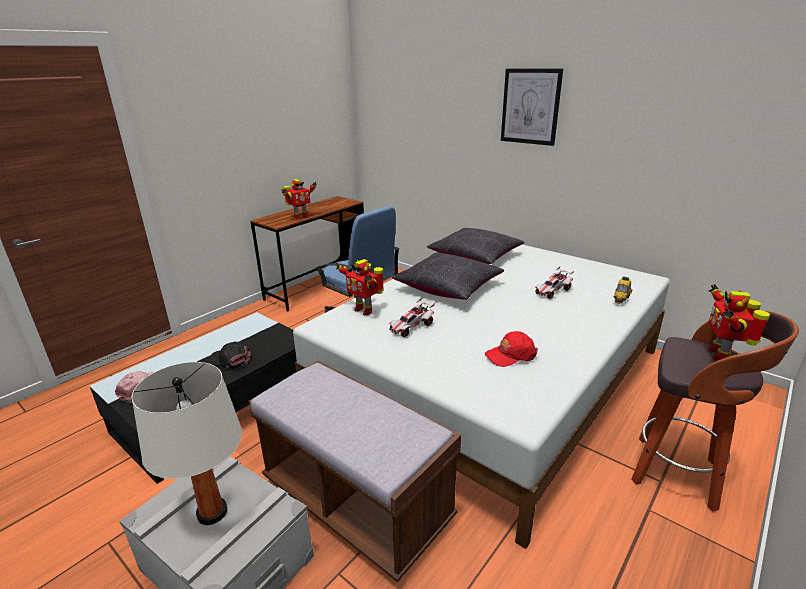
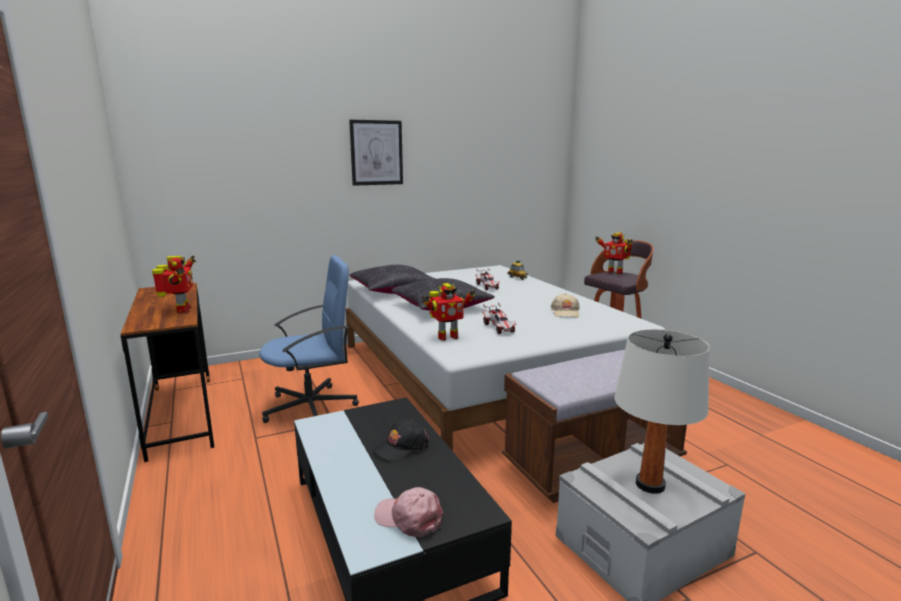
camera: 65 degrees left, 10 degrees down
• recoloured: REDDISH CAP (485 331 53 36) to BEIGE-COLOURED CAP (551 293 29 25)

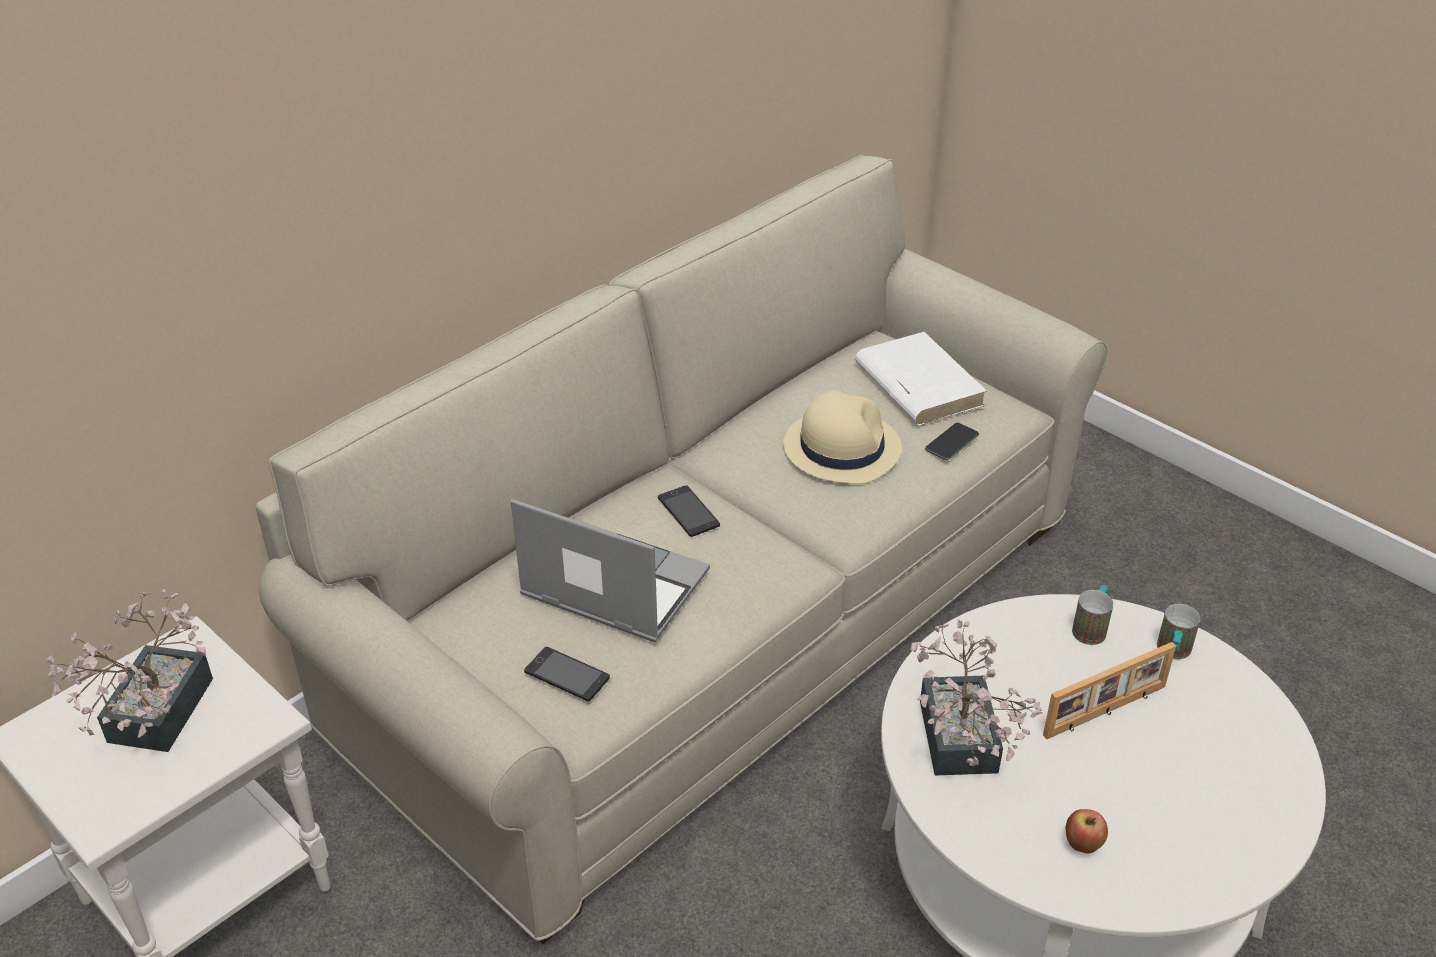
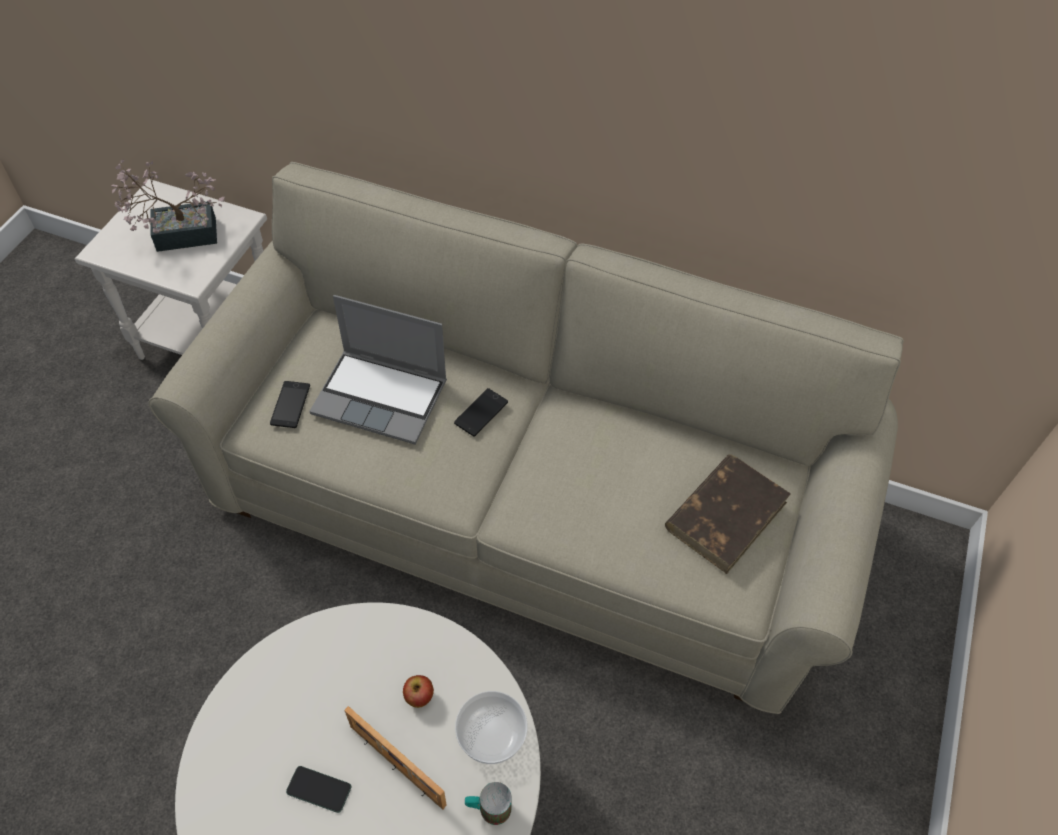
camera: 65 degrees right, 15 degrees up
• recoloured: WHITISH BOUND BOOK (855 332 132 94) to BROWNISH BOUND BOOK (665 454 126 120)
• removed: BEIGE-COLOURED WEARABLE HAT (783 391 119 93)
• moved: TELEPHONE (925 423 54 37) to (286 766 65 47)
• turned: PORTABLE COMPUTER (511 499 199 143) = (309 295 138 149) 105 degrees clockwise
• replaced: TEA MUG (1072 585 41 60) to DEEP DISH (455 691 73 73)
• removed: PLANT IN A POT (910 619 132 156)
• moved: APPLE FRUIT (1066 809 42 44) to (403 675 31 33)

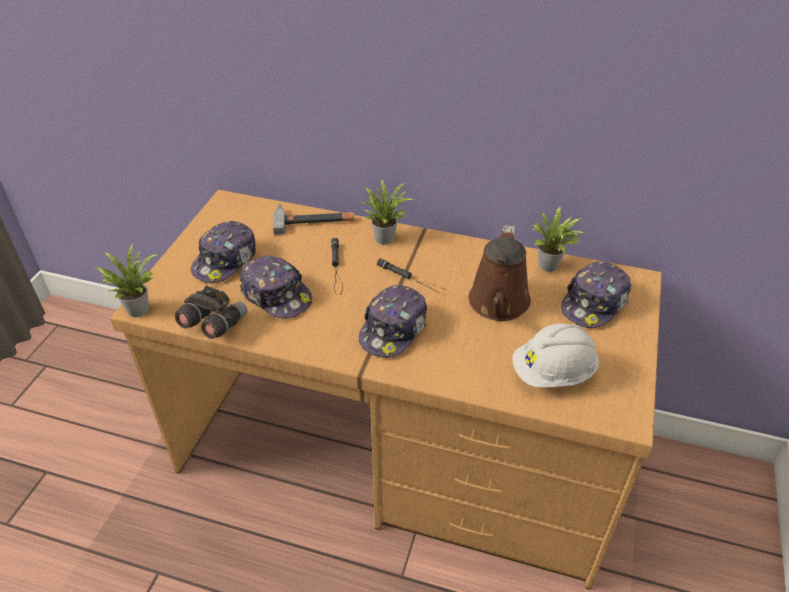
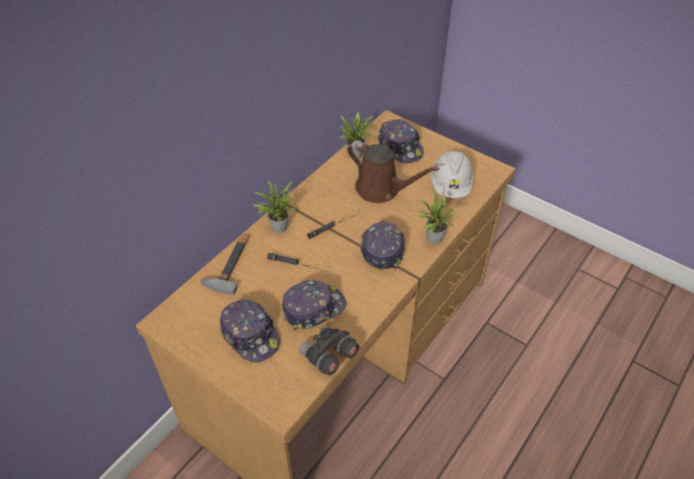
camera: 70 degrees left, 5 degrees up
• moved: PLANT IN A POT (96 243 61 74) to (416 188 42 56)
• turned: CAP (359 285 68 73) = (361 221 44 49) 135 degrees counterclockwise

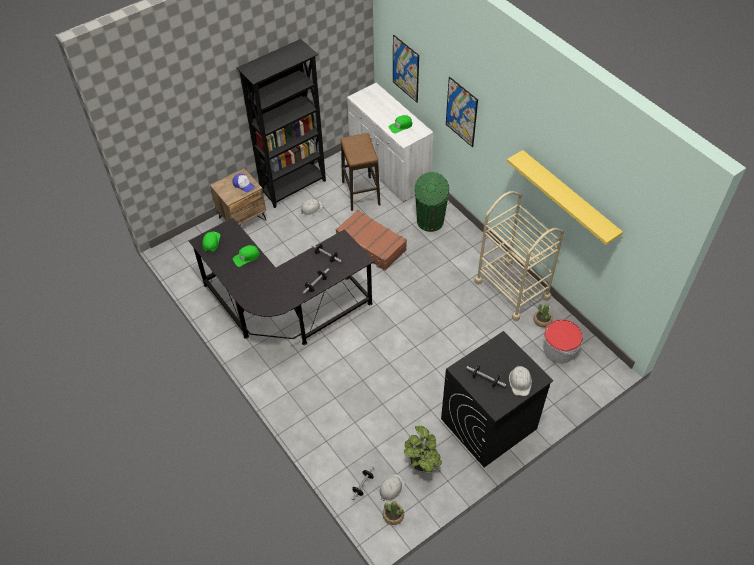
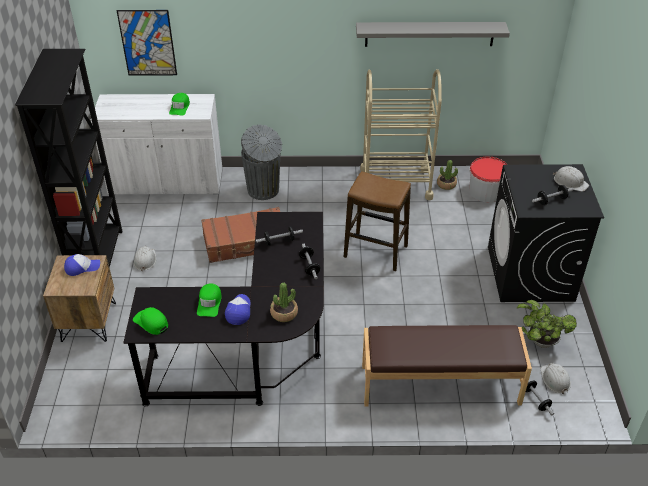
camera: 55 degrees left, 10 degrees down
• removed: WALL ART (446 77 32 70)
• moved: STOOL (341 133 39 78) to (344 171 67 100)
• recoloured: YELLOW BRACKET SHELF (507 150 116 95) to GRAY BRACKET SHELF (356 22 154 25)
• recoloured: GREENISH TRASH CAN (414 172 35 60) to GRAY TRASH CAN (241 125 41 75)
• moved: PLANT IN A POT (383 501 21 24) to (270 283 28 39)
• added: CAP (225 294 26 31)
• added: BROWNISH BENCH (362 325 170 82)

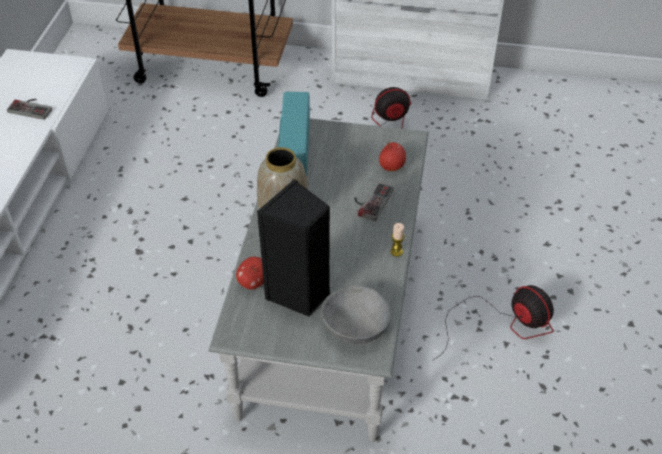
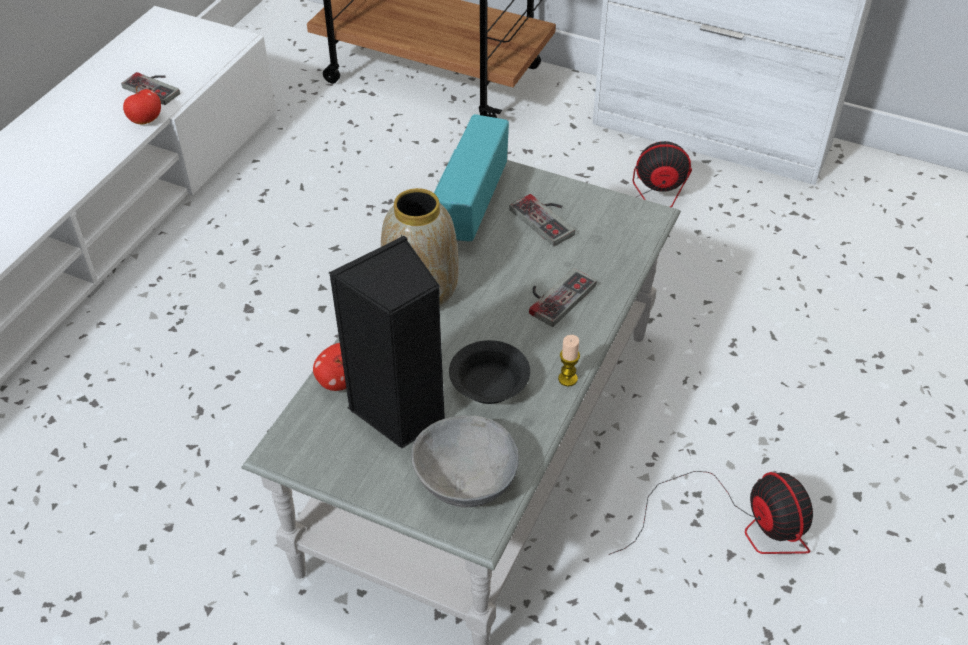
camera: 15 degrees right, 0 degrees up
• moved: APPLE FRUIT (379 142 27 29) to (123 86 38 38)
• added: JOYPAD (509 194 66 52)
• added: BLACK-COLOURED DEEP DISH (449 340 81 64)

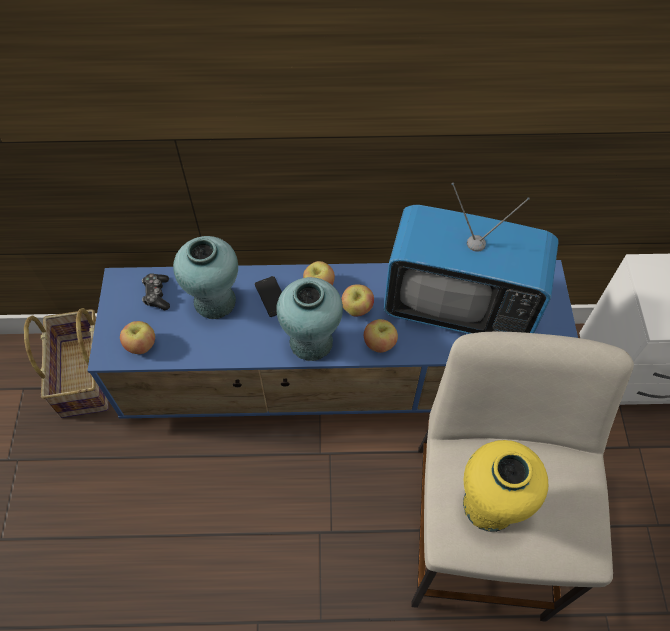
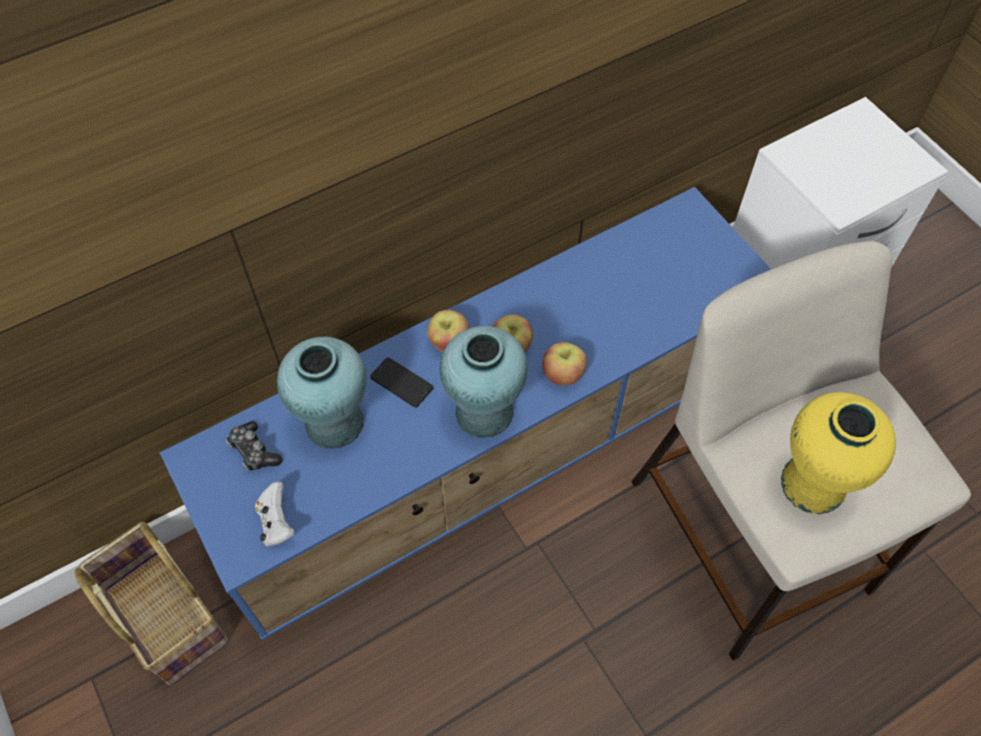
camera: 30 degrees left, 0 degrees up
• removed: TELEVISION (384 183 175 151)
• replaced: APPLE FRUIT (120 321 35 33) to WHITISH JOYPAD (255 482 40 65)

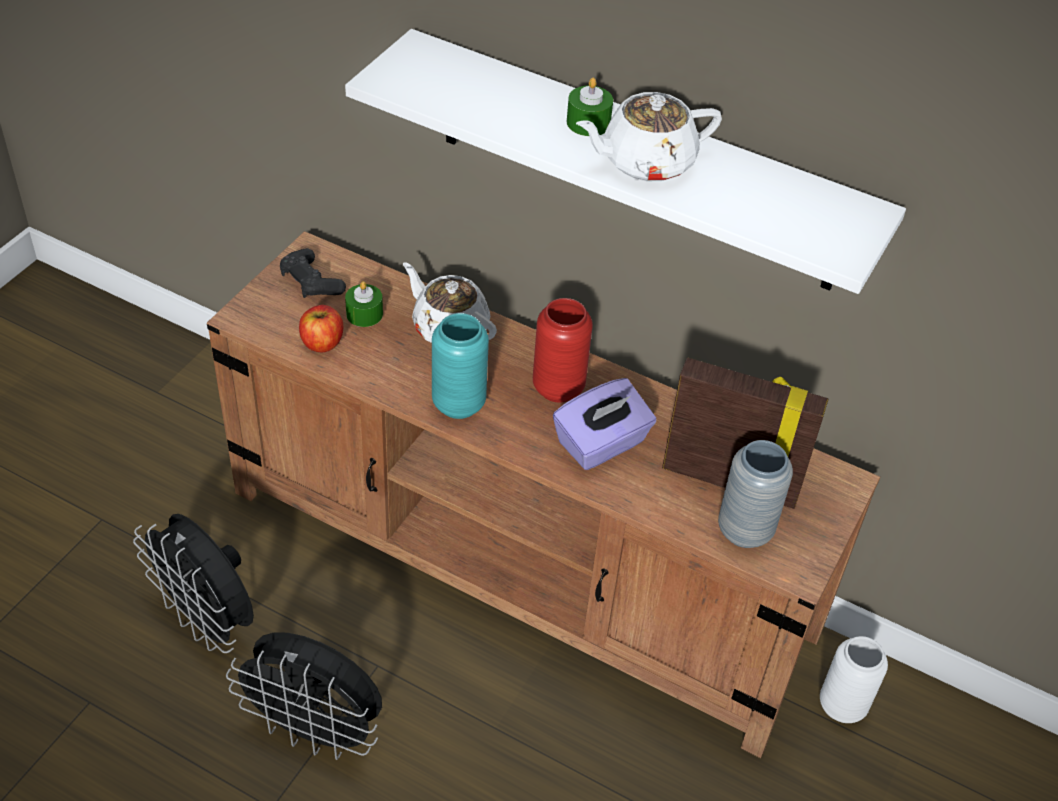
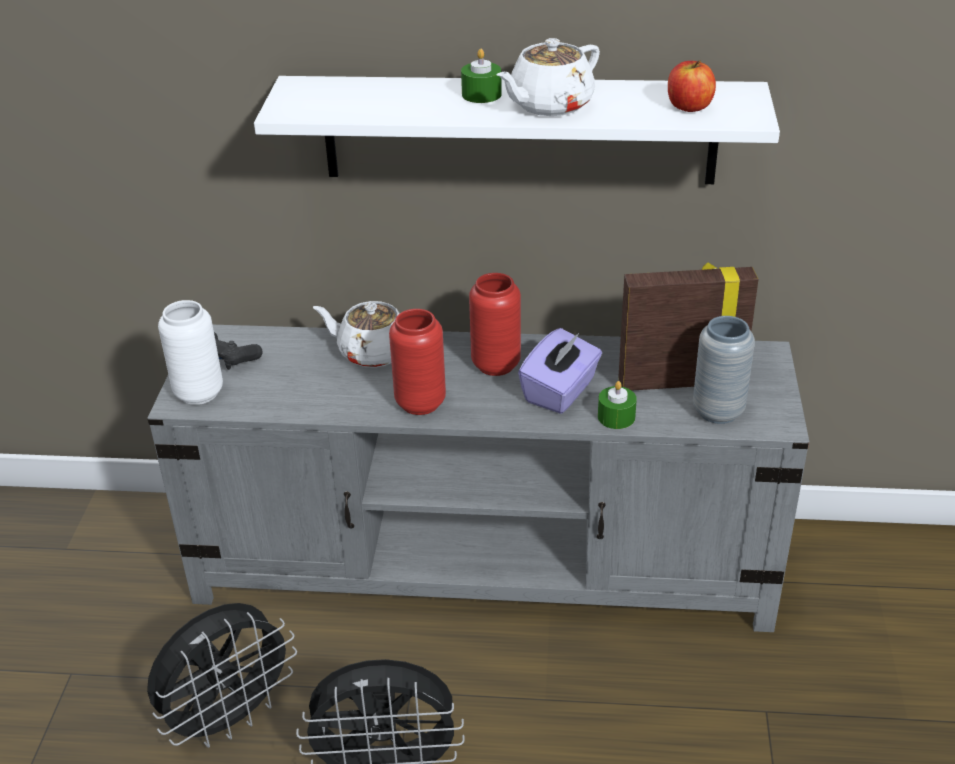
camera: 20 degrees left, 10 degrees down
• recoloured: BROWNISH TV STAND (207 231 673 527) to GRAY TV STAND (147 325 663 307)
• moved: GREENISH CANDLE (345 281 38 46) to (598 381 39 48)
• moved: APPLE FRUIT (299 305 44 47) to (668 60 48 52)
• recoloured: BLUE-GREEN DECORATIVE VASE (432 313 57 106) to REDDISH DECORATIVE VASE (389 309 57 106)
• turned: BLACK-COLOURED ELECTRIC FAN (133 514 121 139) = (147 603 150 145) 60 degrees counterclockwise
• moved: WHITISH DECORATIVE VASE (820 636 68 87) to (158 300 65 105)

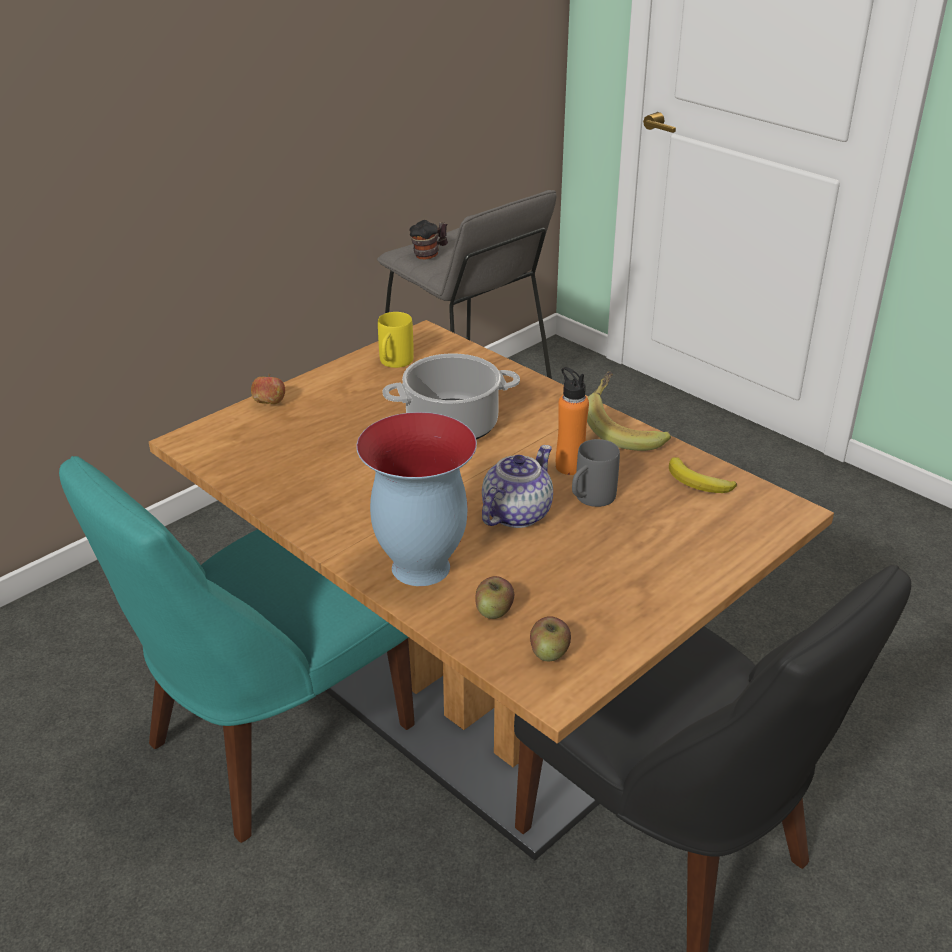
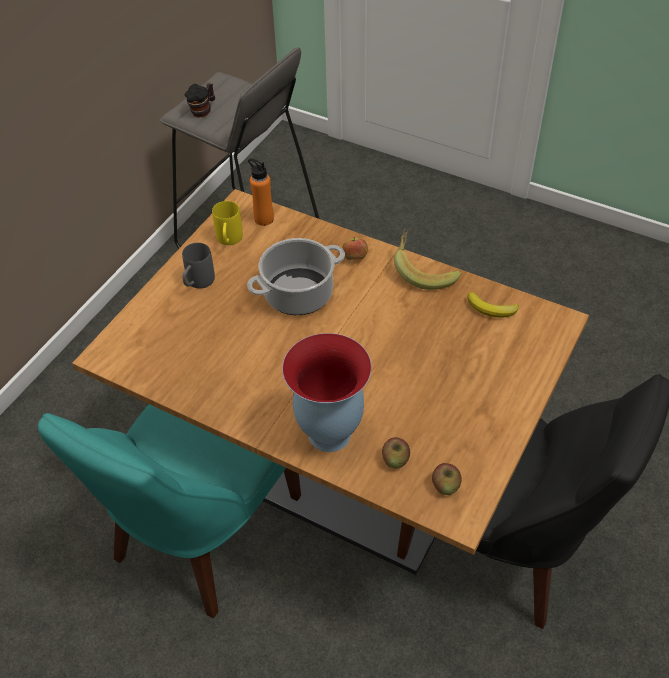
camera: 15 degrees left, 15 degrees up
• moved: ORANGE-COLOURED DRINK BOTTLE (556 367 33 108) to (248 158 26 68)
• moved: APPLE FRUIT (251 374 34 30) to (342 237 26 23)
• moved: GRAY TEA MUG (572 439 48 68) to (182 243 33 46)
• removed: POT FOR TEA (482 445 71 83)

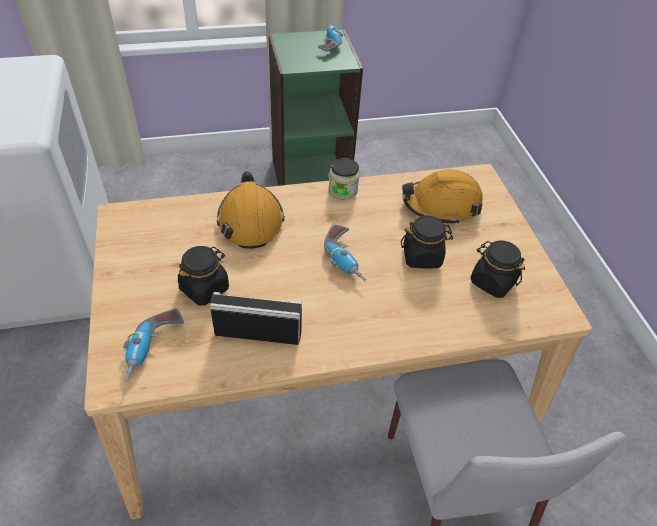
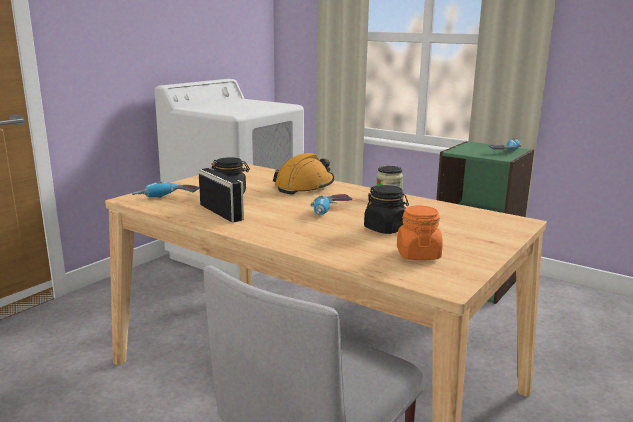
camera: 50 degrees right, 30 degrees down
• removed: ORANGE-COLOURED SAFETY HELMET (402 170 81 55)
• recoloured: BLACK-COLOURED JAR (471 240 54 58) to ORANGE-COLOURED JAR (397 205 46 55)

